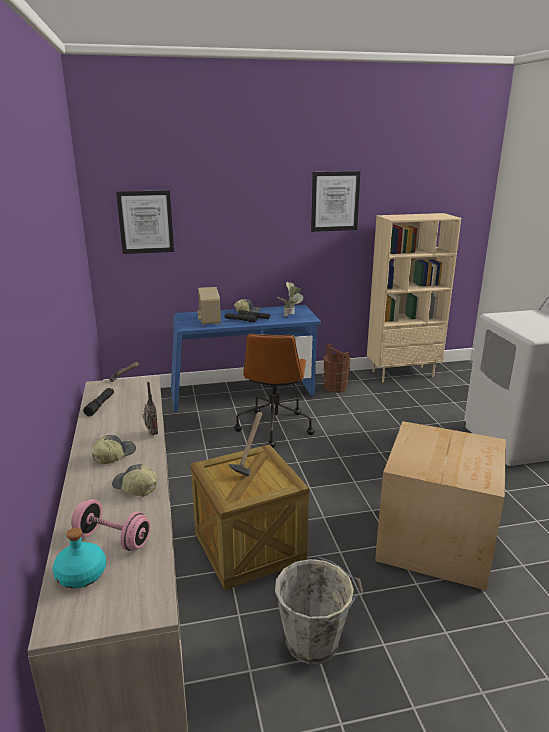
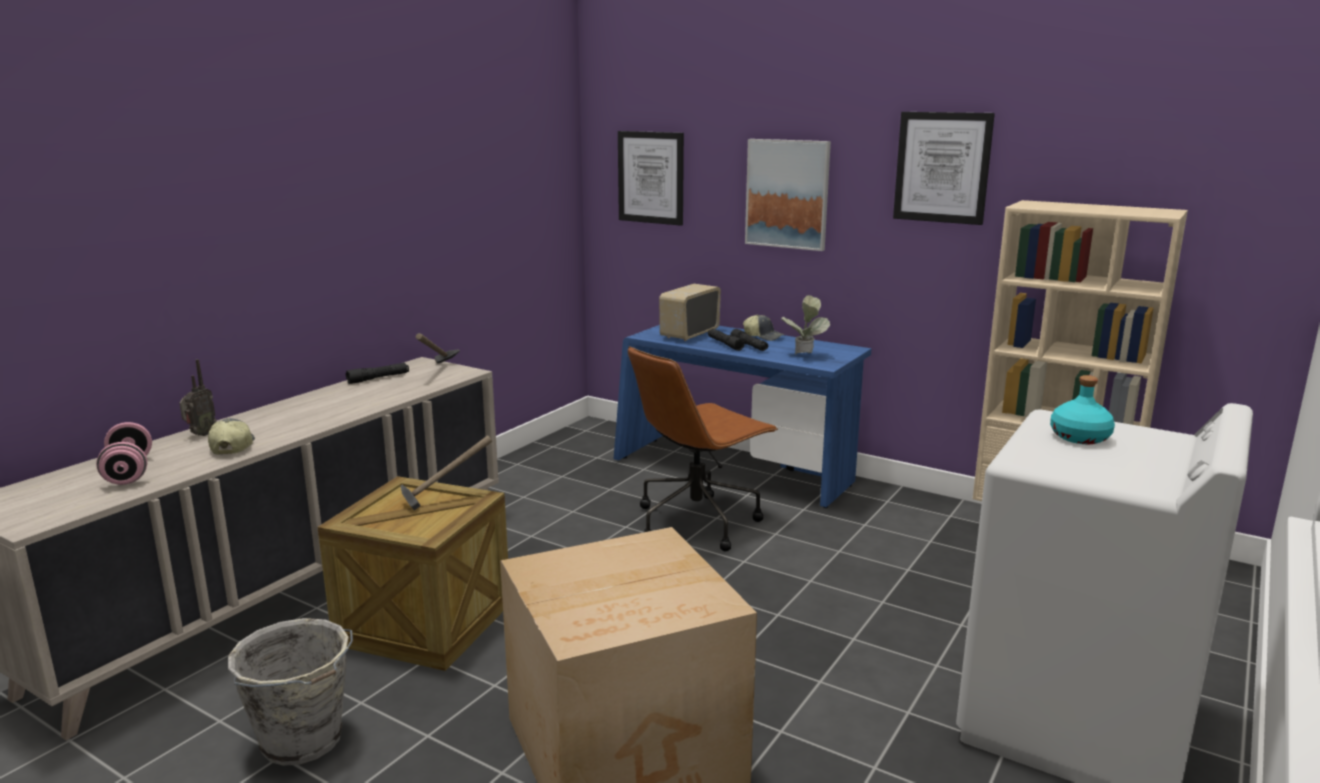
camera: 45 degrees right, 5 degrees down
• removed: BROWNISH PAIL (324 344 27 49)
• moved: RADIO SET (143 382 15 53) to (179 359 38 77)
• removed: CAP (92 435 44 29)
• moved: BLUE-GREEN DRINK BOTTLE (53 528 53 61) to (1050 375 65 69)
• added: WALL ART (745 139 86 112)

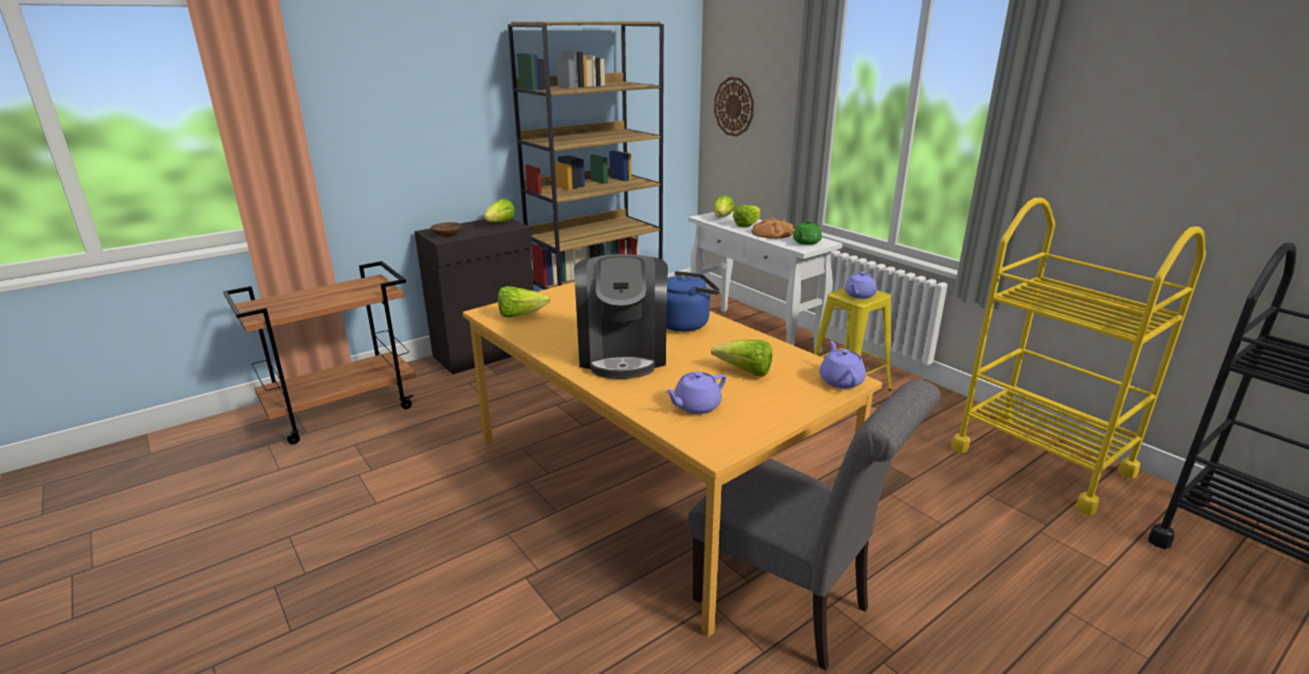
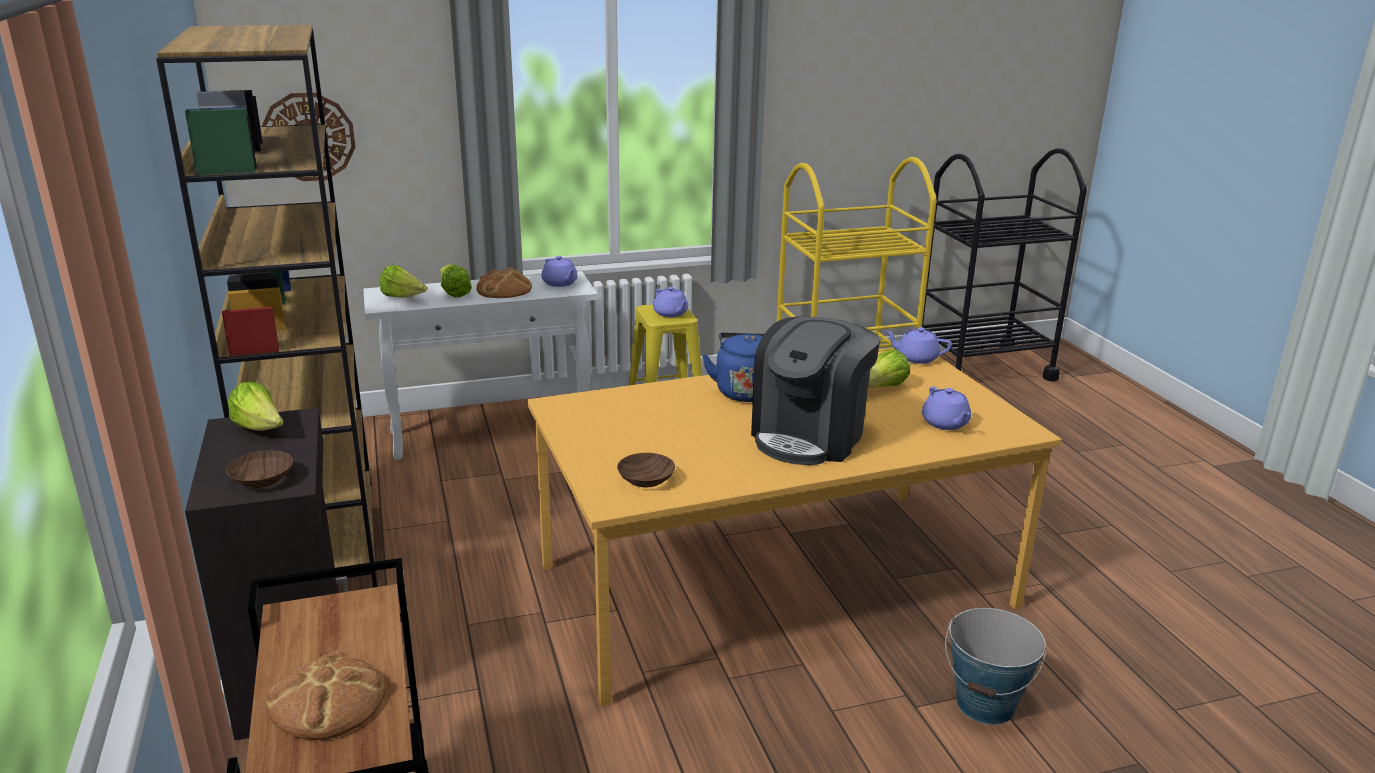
camera: 70 degrees left, 0 degrees up
• recoloured: GREENISH POT FOR TEA (793 220 29 25) to PURPLE POT FOR TEA (541 256 37 31)
• turned: COFFEE BREWER (574 254 94 125) = (751 316 130 149) 105 degrees clockwise
• replaced: LETTUCE (498 286 52 32) to BROWNISH DEEP DISH (617 453 58 34)
• removed: GRAY PLAIN CHAIR (688 379 253 292)
• added: PAIL (945 608 101 117)
• added: BAKERY BREAD (266 650 120 90)

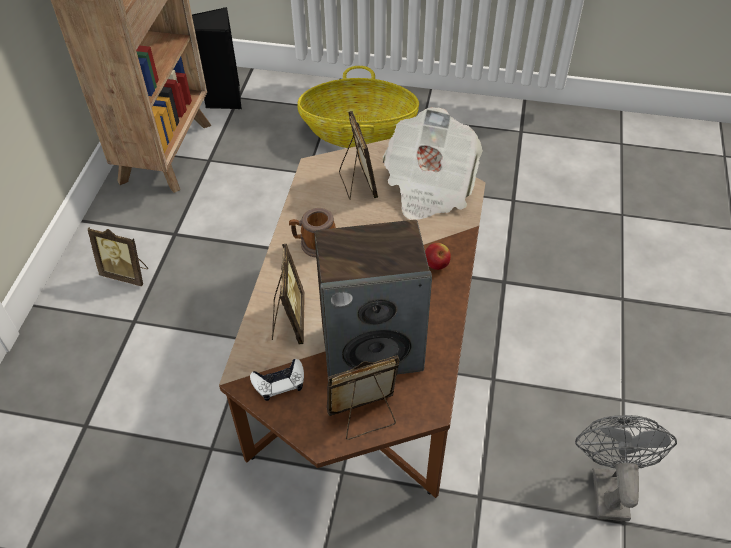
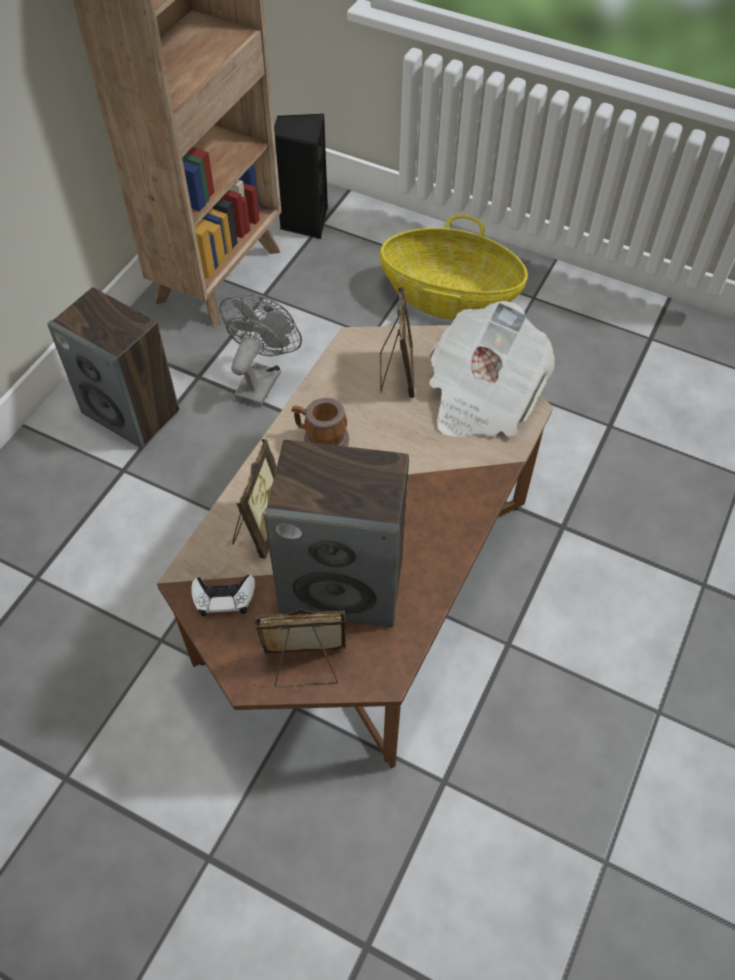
camera: 15 degrees right, 5 degrees up
• replaced: STANDING FRAME (88 227 60 59) to LOUDSPEAKER (47 287 132 161)
• removed: APPLE FRUIT (425 243 26 27)
• moved: GRAY ELECTRIC FAN (575 415 102 106) to (219 294 83 112)

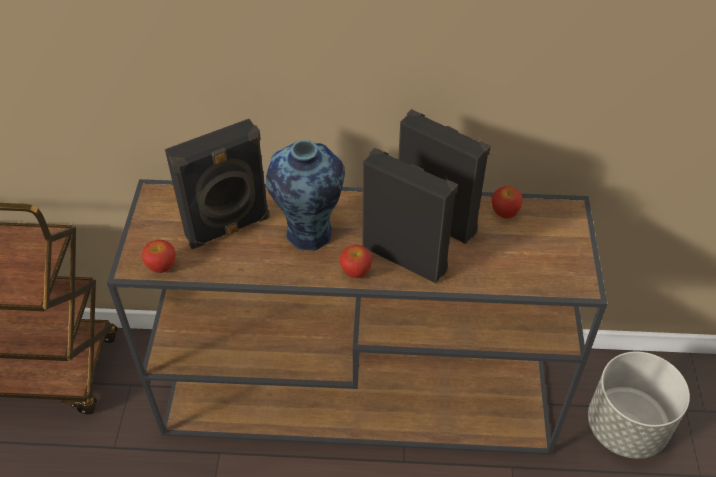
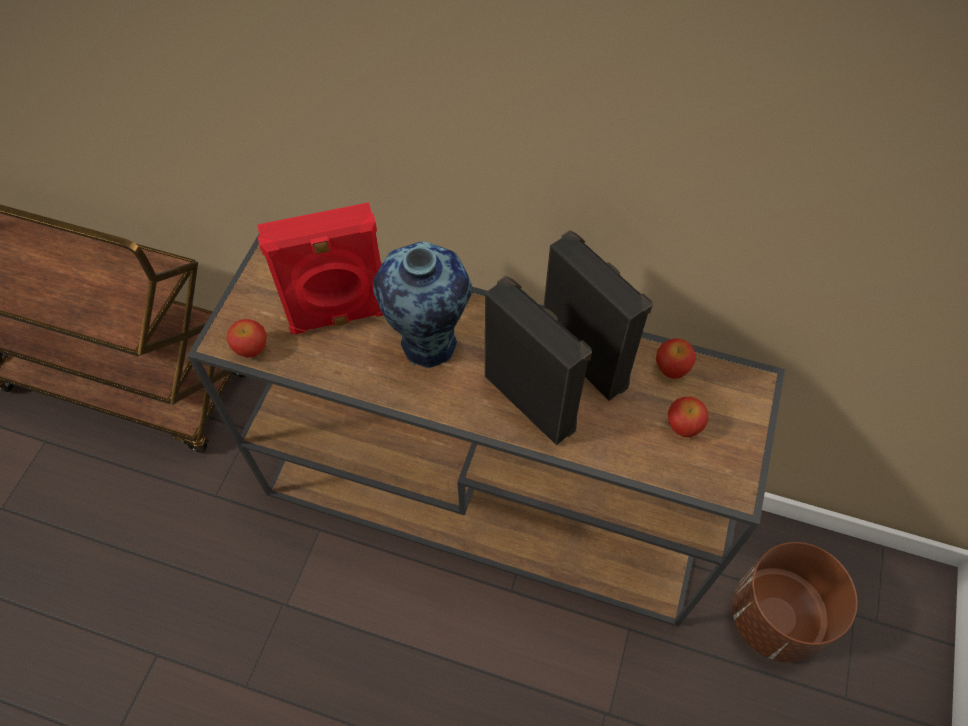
camera: 15 degrees right, 10 degrees up
• recoloured: BLACK-COLOURED LOUDSPEAKER (165 119 105 130) to REDDISH LOUDSPEAKER (258 202 125 132)
• moved: APPLE FRUIT (340 245 32 33) to (668 397 40 40)
• recoloured: GRAY PLANT POT (588 351 102 108) to BROWNISH PLANT POT (732 542 126 121)

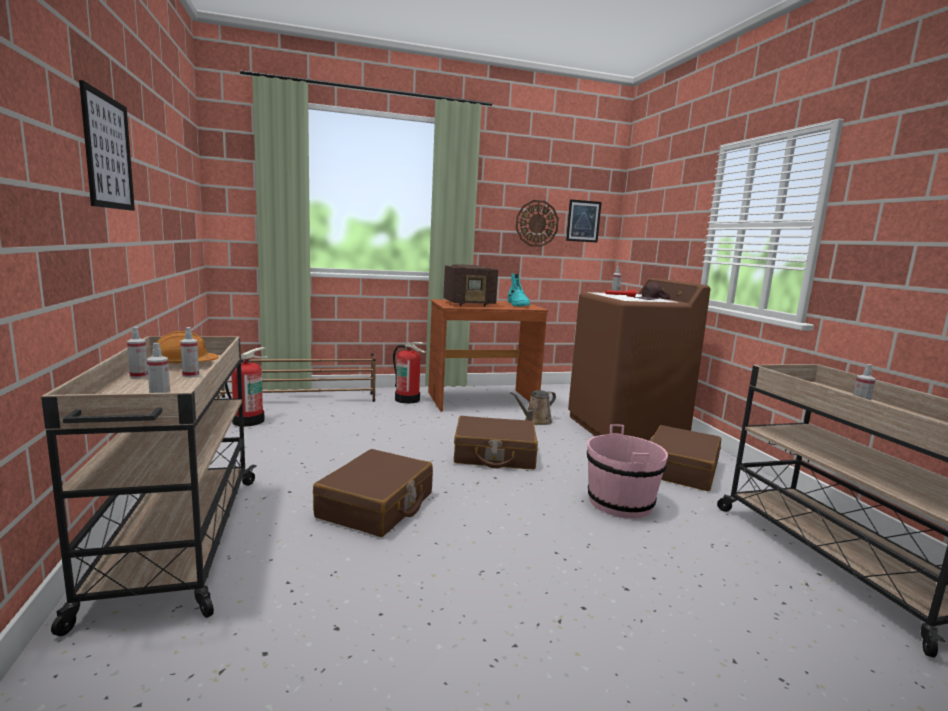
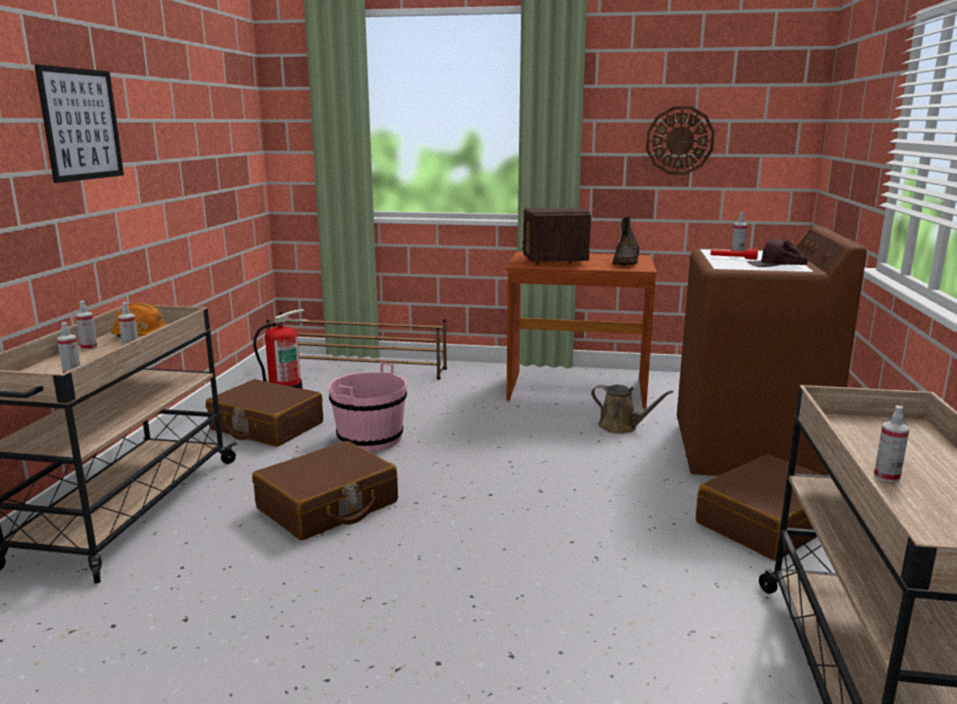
camera: 25 degrees right, 5 degrees up
• removed: WALL ART (566 199 36 44)
• turned: RADIO SET (443 264 55 43) = (522 207 69 57) 75 degrees clockwise
• recoloured: BLUE-GREEN HIGH-TOP BOOT (508 273 22 33) to BROWNISH HIGH-TOP BOOT (613 216 26 49)
• removed: EXTINGUISHER (393 342 33 62)
• turned: BROWNISH WATERING CAN (511 390 45 35) = (591 384 82 50) 135 degrees counterclockwise
• moved: BROWNISH PIECE OF LUGGAGE (454 416 84 54) to (206 379 117 68)
• moved: PINKISH PAIL (587 424 81 94) to (329 362 78 90)

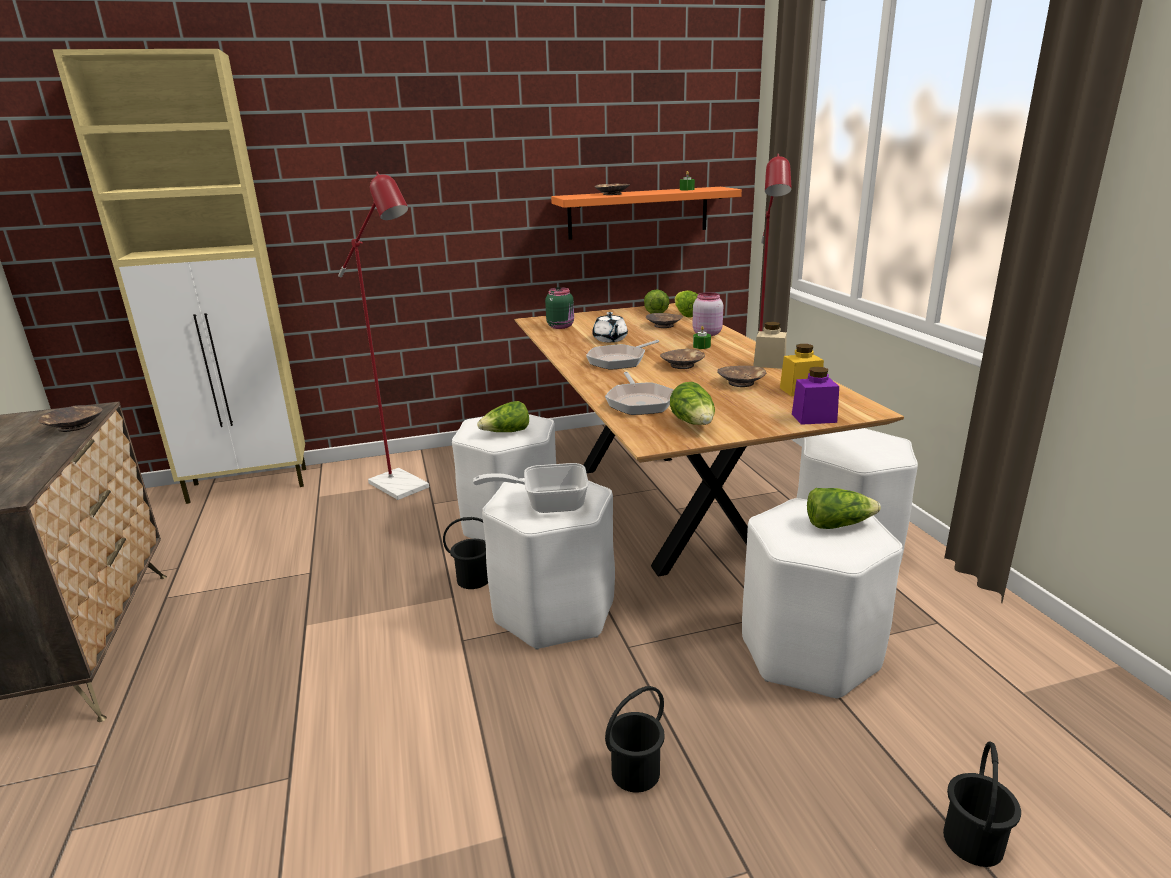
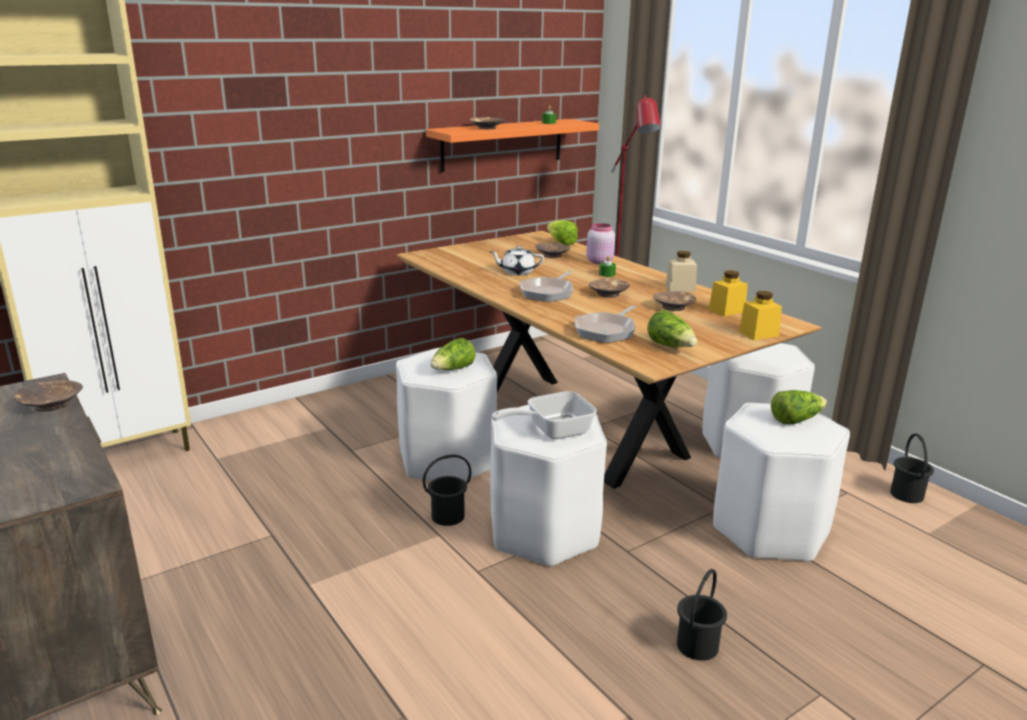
camera: 20 degrees left, 0 degrees up
• removed: REDDISH STANDING LAMP (338 172 91 328)
• removed: GREENISH JAR (545 287 29 42)
• removed: LETTUCE (644 289 25 25)
• turned: WHITISH POT FOR TEA (592 312 36 30) = (490 246 54 29) 120 degrees clockwise
• recoloured: PURPLE JAR (792 367 47 58) to YELLOW JAR (739 291 43 49)
• turned: PAN (605 372 68 43) = (574 305 62 38) 60 degrees clockwise
• moved: BLACK-COLOURED PAIL (943 741 78 126) to (890 434 44 69)

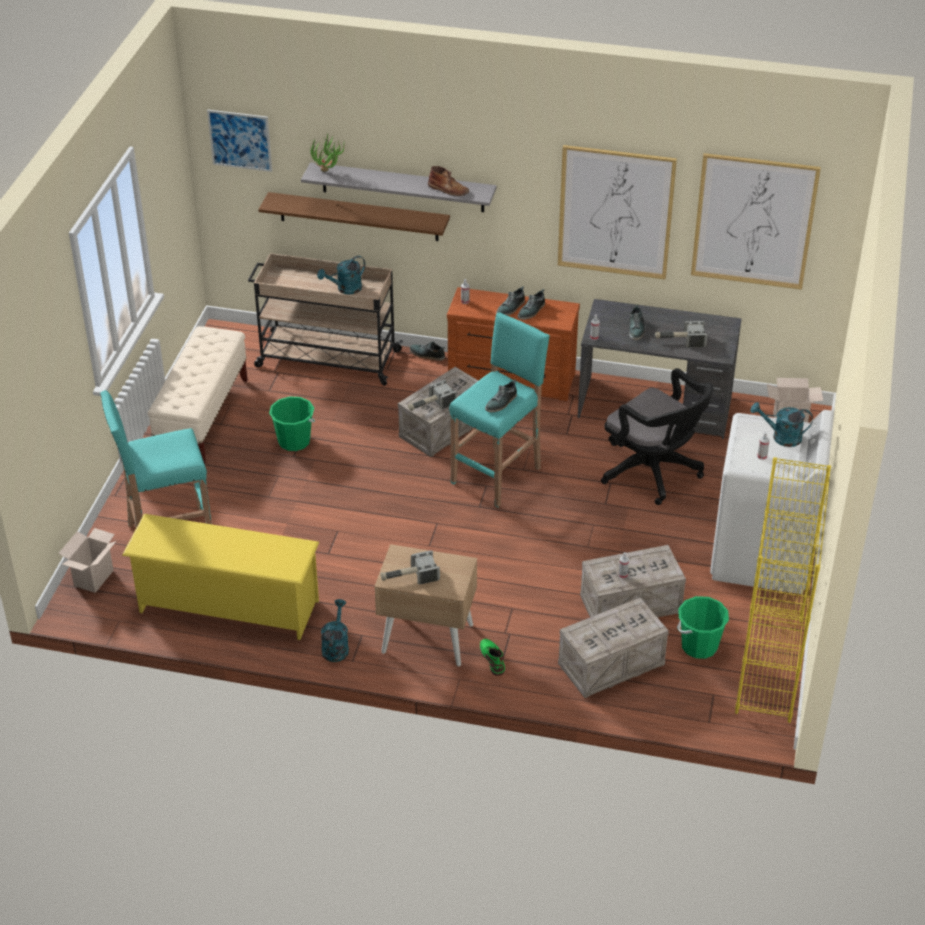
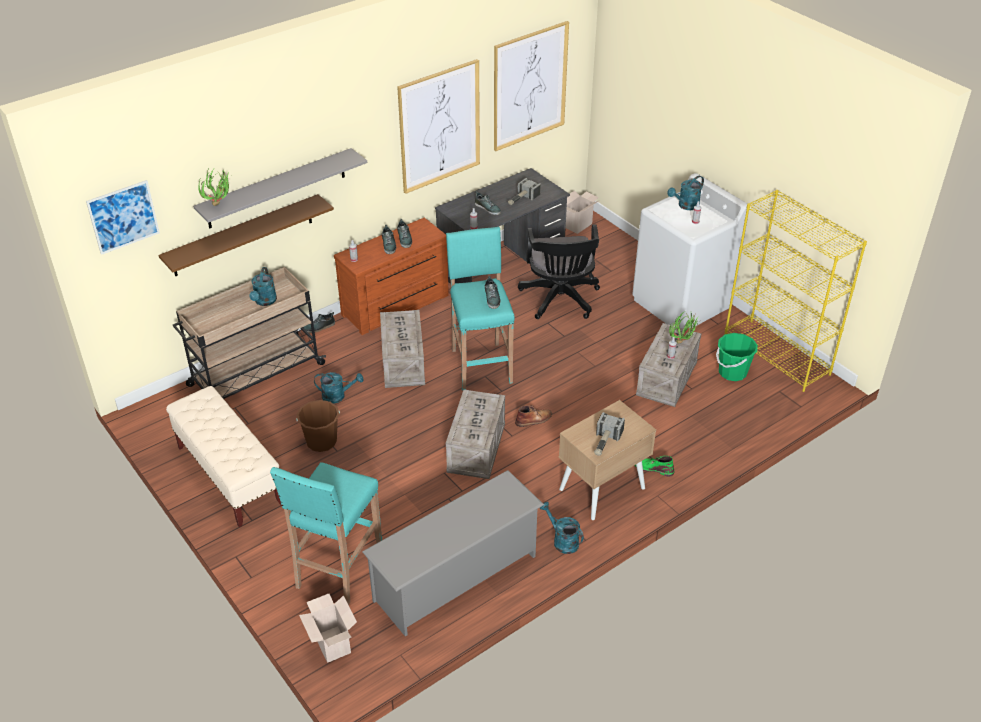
camera: 50 degrees left, 0 degrees up
• moved: BROWNISH HIGH-TOP BOOT (428 166 41 30) to (515 405 37 22)
• turned: BLACK-COLOURED OFFICE CHAIR (601 368 113 137) = (518 224 82 95) 90 degrees clockwise
• removed: HAND HAMMER (408 380 49 31)
• recoloured: GREENISH PAIL (269 396 46 55) to BROWNISH PAIL (296 400 44 52)
• recoloured: YELLOW SHOE RACK (122 514 197 126) to GRAY SHOE RACK (362 470 182 166)
• moved: CRATE (558 598 111 100) to (446 390 59 89)
• added: PLANT IN A POT (669 311 30 33)
• added: BLUE-GREEN WATERING CAN (314 372 50 32)

